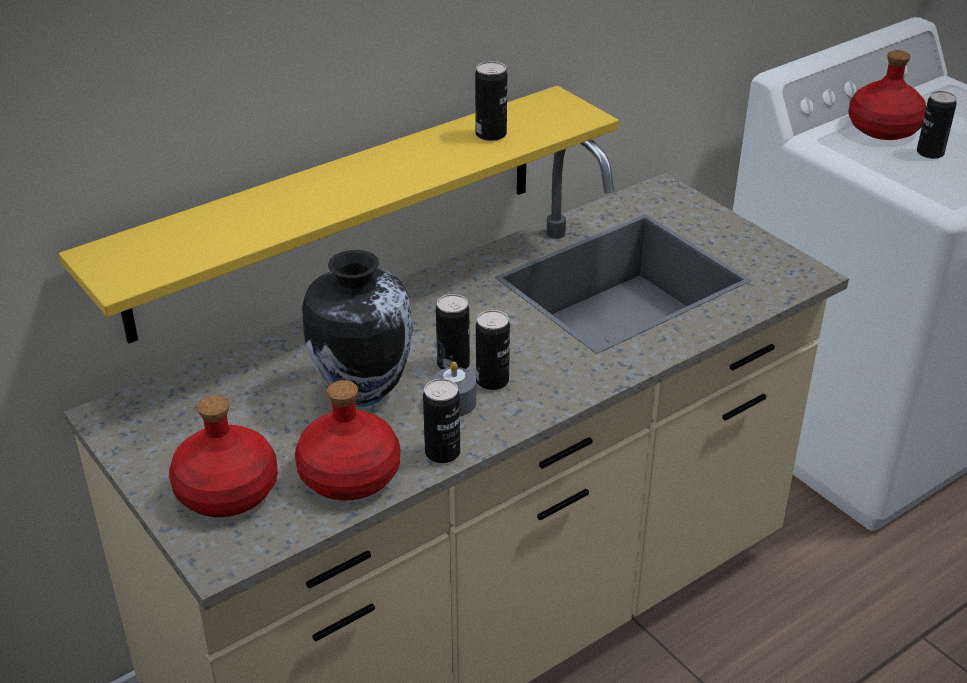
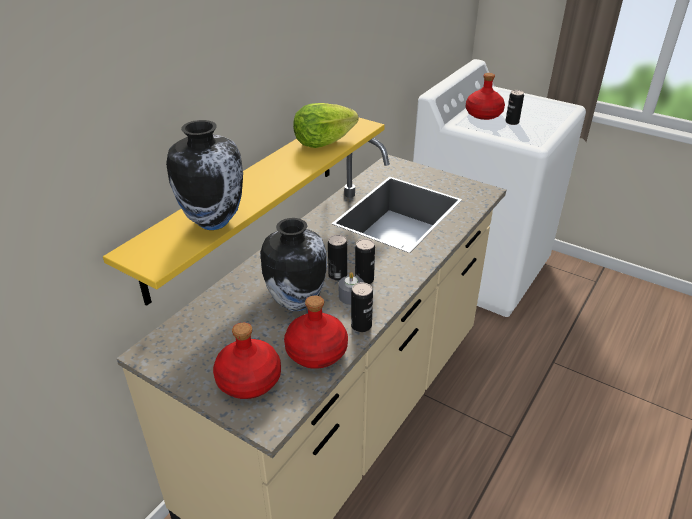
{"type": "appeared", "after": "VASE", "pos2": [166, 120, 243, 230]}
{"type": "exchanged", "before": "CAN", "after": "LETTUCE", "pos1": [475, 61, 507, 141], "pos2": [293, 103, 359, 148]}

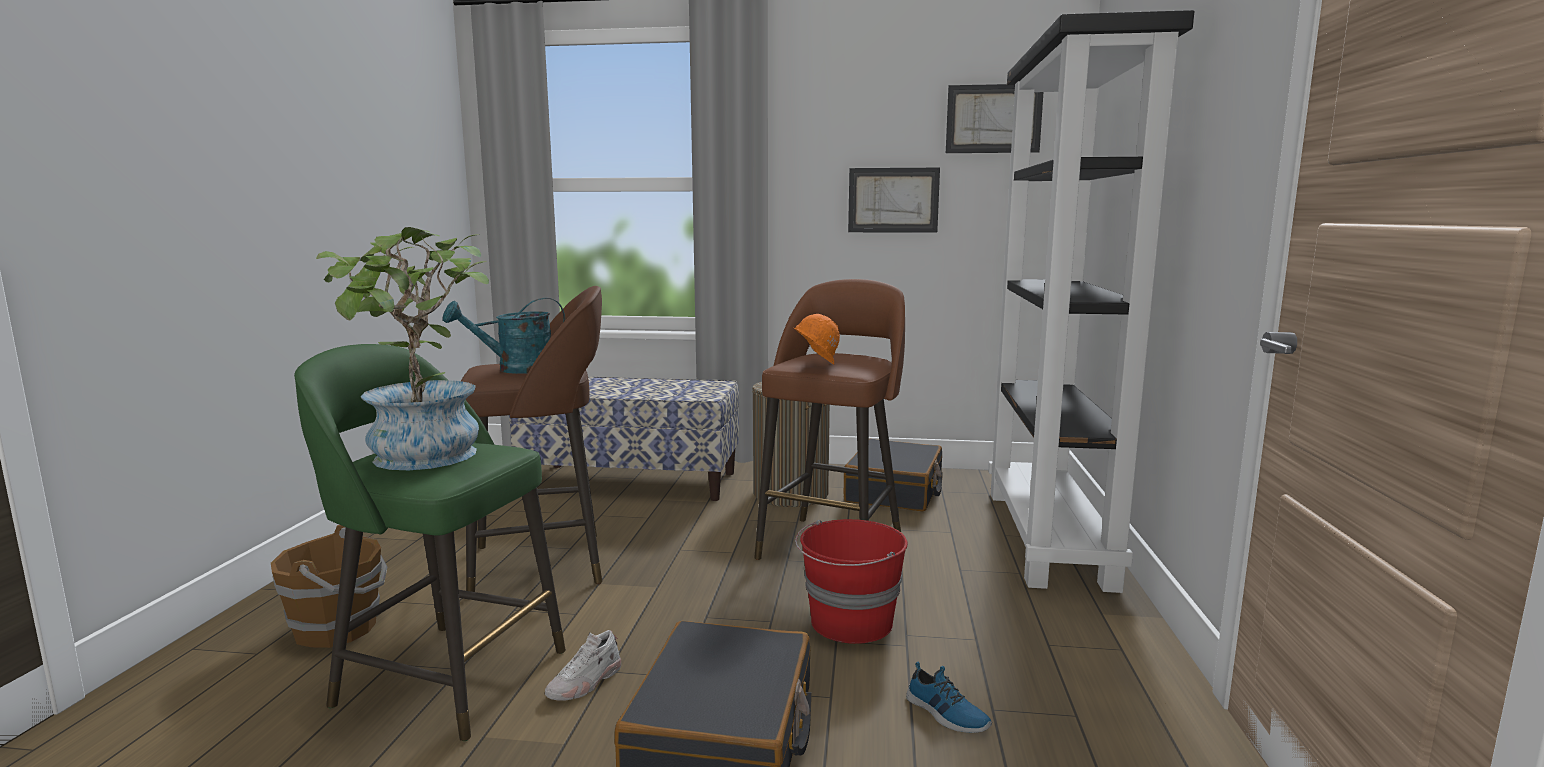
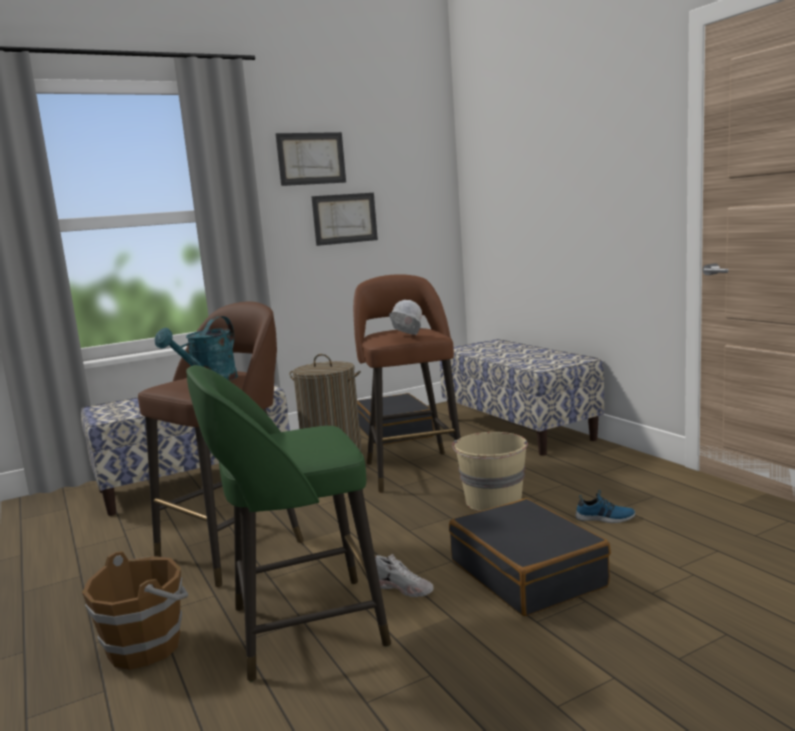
{"type": "relocated", "before": "WALL PICTURE", "pos1": [946, 84, 1043, 153], "pos2": [276, 132, 346, 186]}
{"type": "spun", "before": "WHITE ITEM OF FOOTWEAR", "pos1": [545, 630, 621, 701], "pos2": [375, 554, 434, 597], "turn": -60}
{"type": "colour", "before": "ORANGE HARD HAT", "after": "WHITE HARD HAT", "pos1": [794, 314, 840, 364], "pos2": [389, 300, 422, 335]}
{"type": "exchanged", "before": "BLACK-COLOURED SHELVING UNIT", "after": "INDOOR BENCH", "pos1": [988, 10, 1195, 593], "pos2": [440, 339, 604, 456]}
{"type": "colour", "before": "REDDISH PAIL", "after": "SAND-COLOURED PAIL", "pos1": [795, 519, 908, 644], "pos2": [452, 432, 528, 511]}
{"type": "missing", "before": "PLANT IN A POT", "pos1": [316, 227, 489, 470]}

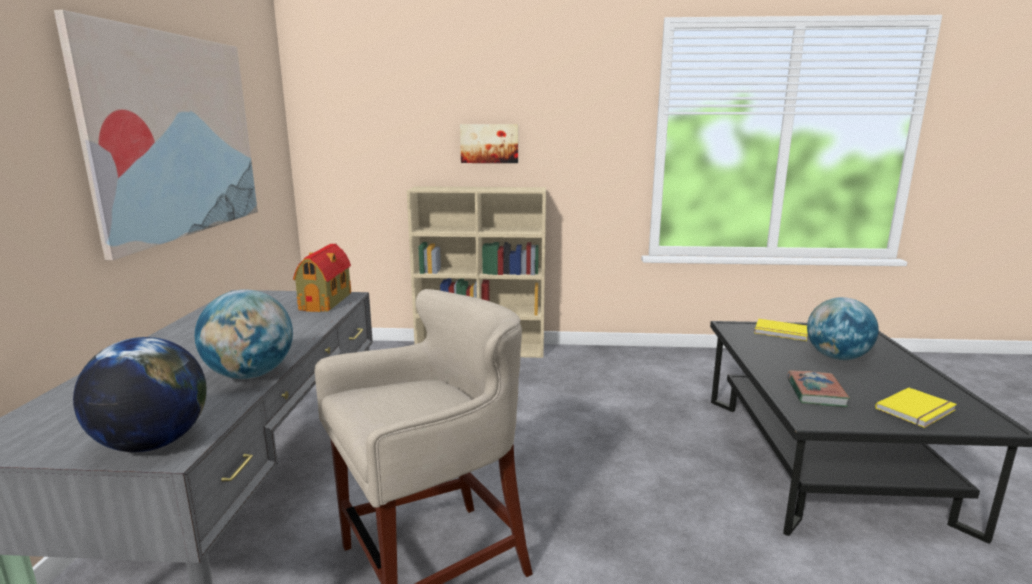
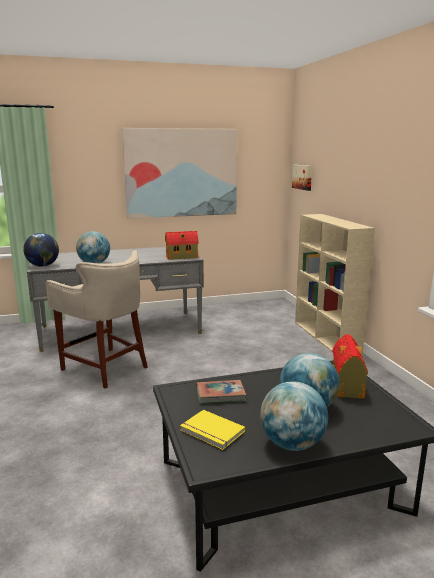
{"type": "appeared", "after": "WORLD GLOBE", "pos2": [260, 381, 328, 451]}
{"type": "relocated", "before": "WALL PICTURE", "pos1": [460, 124, 518, 163], "pos2": [292, 165, 312, 191]}
{"type": "exchanged", "before": "YELLOWISH BOUND BOOK", "after": "MINIATURE HOUSE", "pos1": [754, 319, 808, 341], "pos2": [332, 334, 368, 398]}

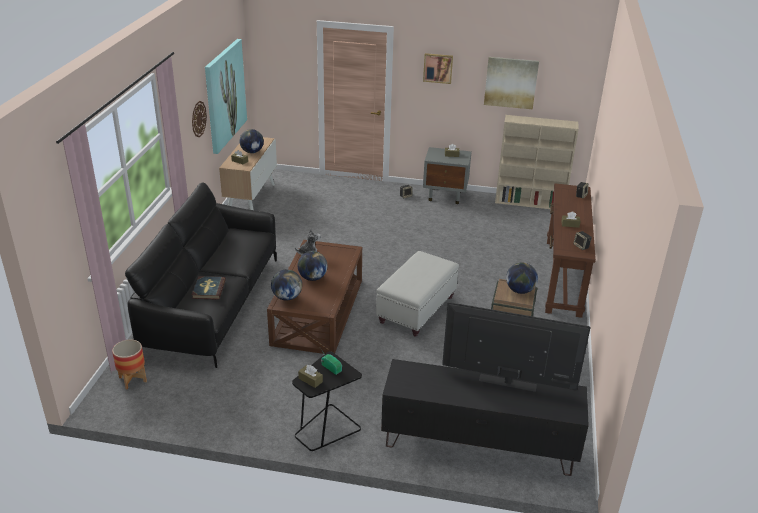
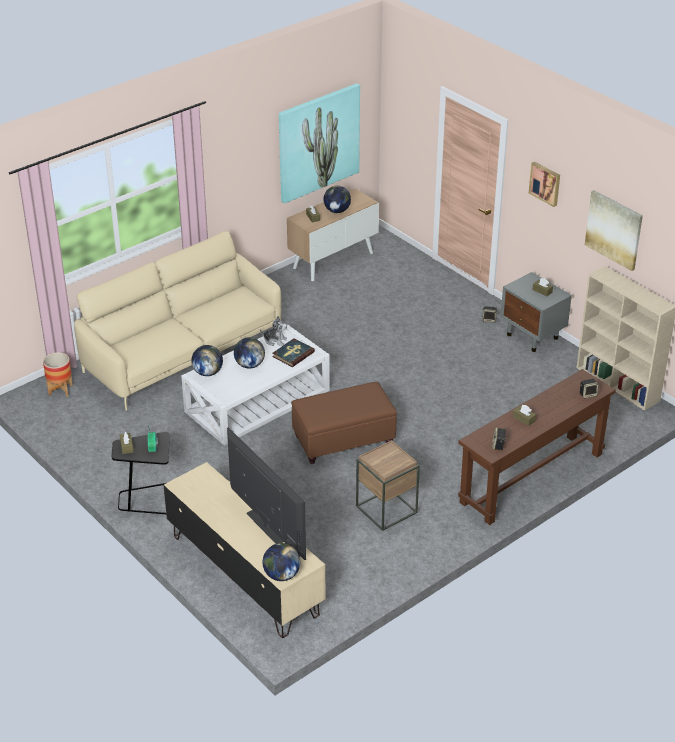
{"type": "colour", "before": "BLACK-COLOURED SOFA", "after": "SAND-COLOURED SOFA", "pos1": [125, 183, 277, 368], "pos2": [74, 231, 281, 411]}
{"type": "colour", "before": "BLACK-COLOURED TV UNIT", "after": "SAND-COLOURED TV UNIT", "pos1": [381, 359, 589, 476], "pos2": [164, 462, 325, 638]}
{"type": "colour", "before": "BROWNISH LOUNGE TABLE", "after": "WHITE LOUNGE TABLE", "pos1": [267, 240, 362, 354], "pos2": [181, 325, 330, 445]}
{"type": "relocated", "before": "WORLD GLOBE", "pos1": [506, 263, 538, 294], "pos2": [263, 543, 300, 581]}
{"type": "relocated", "before": "BOUND BOOK", "pos1": [192, 276, 226, 300], "pos2": [272, 338, 315, 367]}
{"type": "colour", "before": "WHITE OTTOMAN", "after": "BROWNISH OTTOMAN", "pos1": [376, 251, 459, 337], "pos2": [291, 382, 397, 464]}
{"type": "missing", "before": "WALL CLOCK", "pos1": [192, 101, 207, 137]}

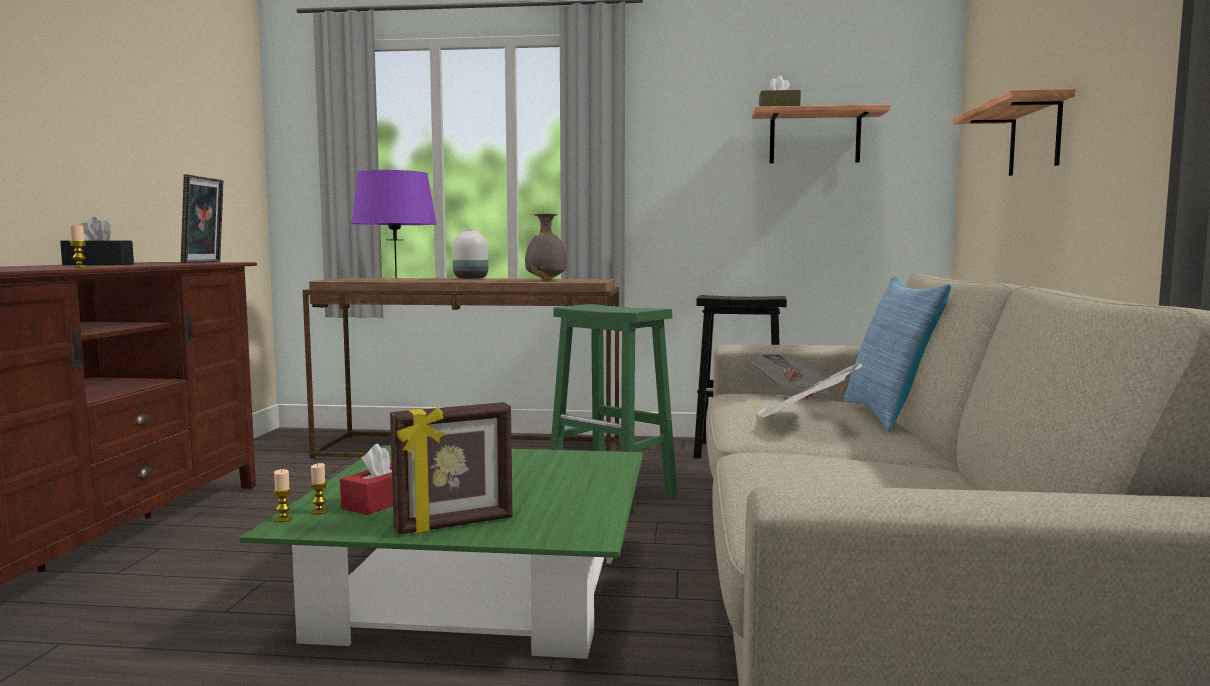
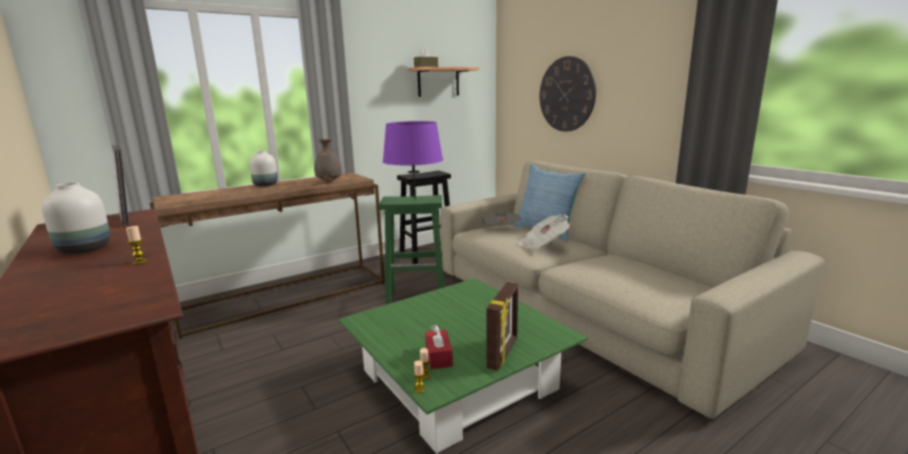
{"type": "exchanged", "before": "BLACK-COLOURED TISSUE HOLDER", "after": "WHITE VASE", "pos1": [60, 217, 134, 265], "pos2": [42, 182, 110, 254]}
{"type": "relocated", "before": "PURPLE TABLE LAMP", "pos1": [351, 170, 437, 279], "pos2": [383, 121, 443, 200]}
{"type": "exchanged", "before": "BRACKET SHELF", "after": "WALL CLOCK", "pos1": [953, 89, 1076, 176], "pos2": [540, 56, 596, 132]}

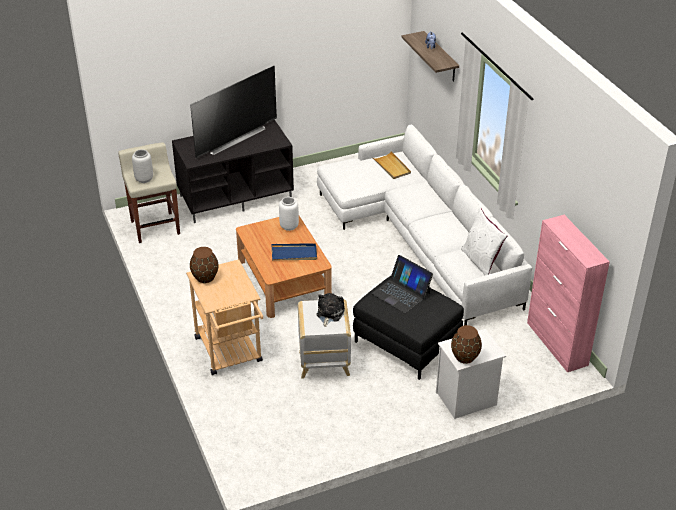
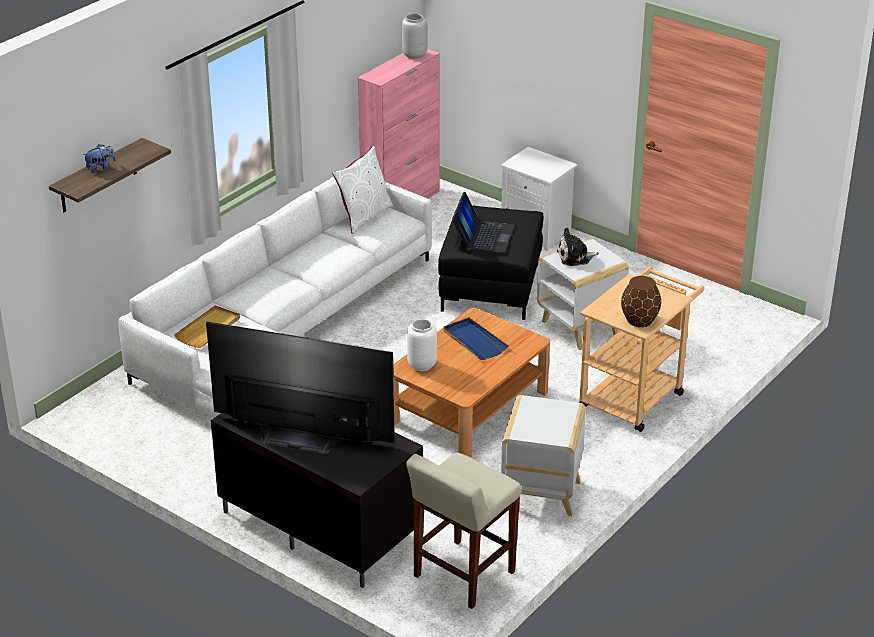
{"type": "relocated", "before": "GRAY VASE", "pos1": [132, 149, 153, 183], "pos2": [402, 13, 427, 59]}
{"type": "appeared", "after": "WHITE SIDE TABLE", "pos2": [501, 395, 586, 516]}
{"type": "missing", "before": "BROWNISH VASE", "pos1": [451, 325, 482, 364]}

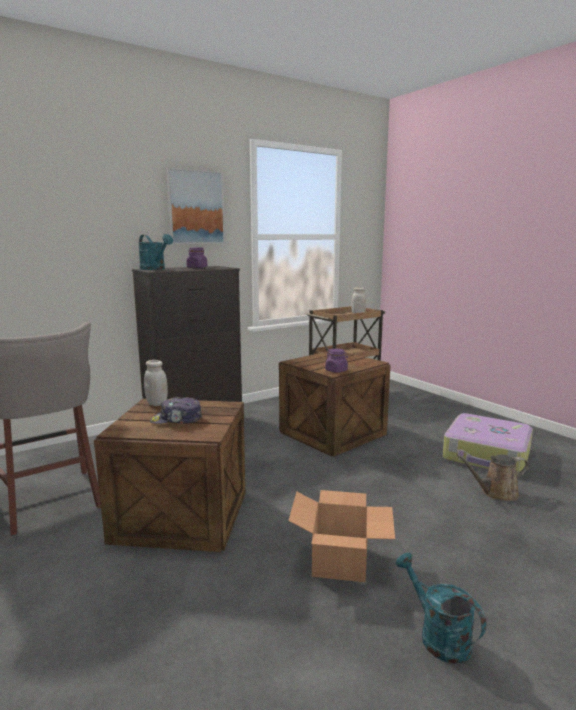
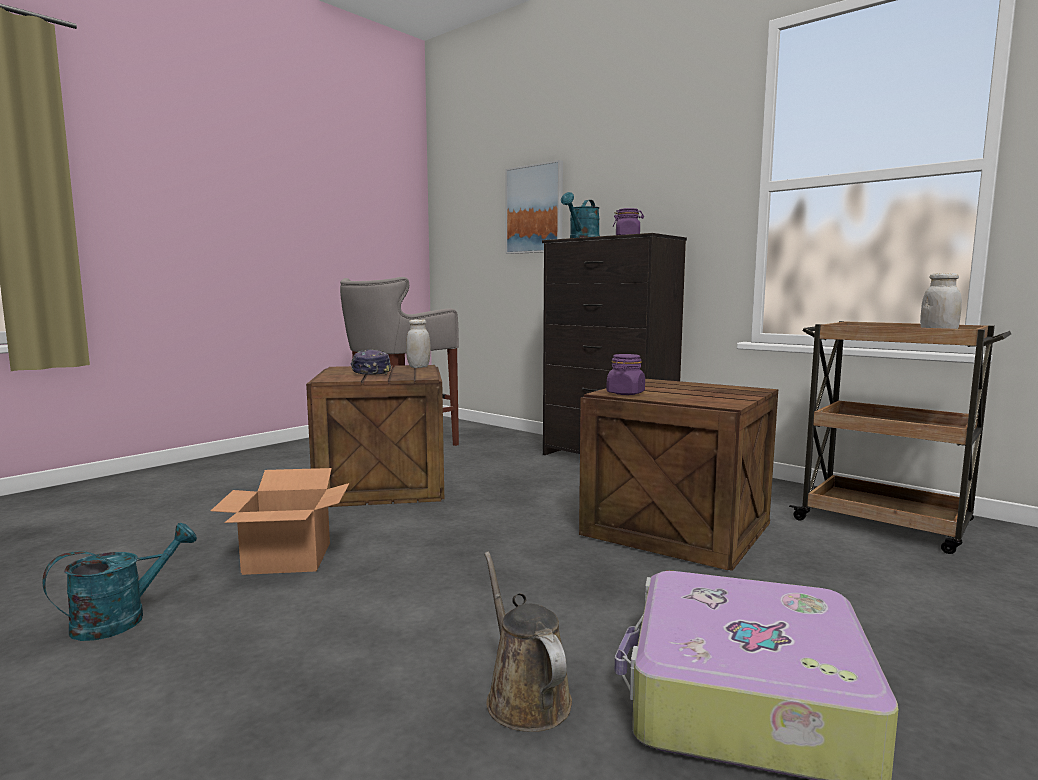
{"type": "relocated", "before": "WALL PICTURE", "pos1": [166, 168, 225, 244], "pos2": [505, 160, 563, 254]}

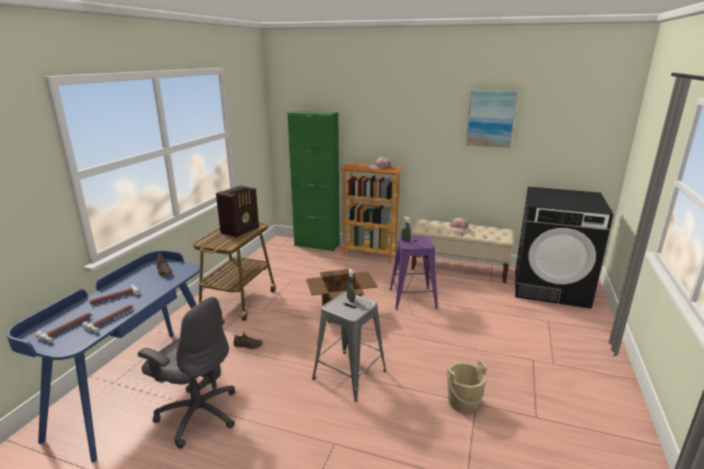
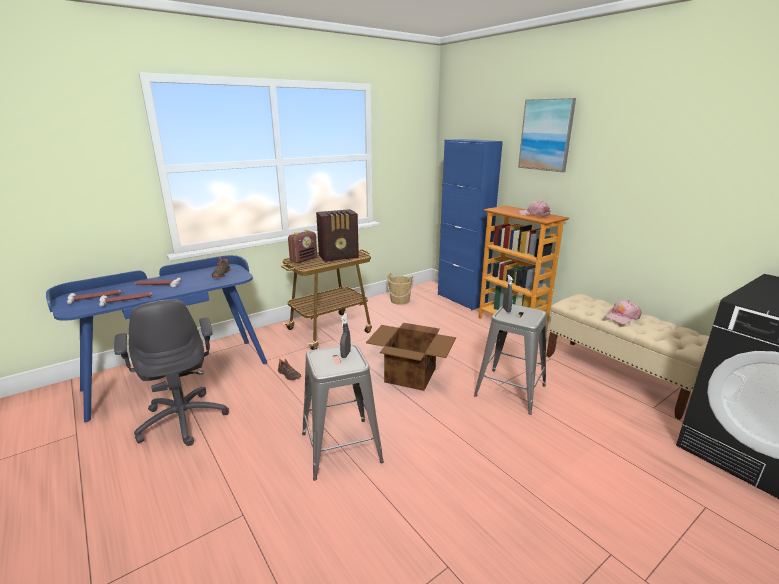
{"type": "appeared", "after": "RADIO RECEIVER", "pos2": [288, 230, 317, 263]}
{"type": "relocated", "before": "SAND-COLOURED PAIL", "pos1": [447, 360, 487, 413], "pos2": [387, 272, 413, 305]}
{"type": "colour", "before": "GREEN CUPBOARD", "after": "BLUISH CUPBOARD", "pos1": [288, 110, 340, 252], "pos2": [438, 139, 503, 310]}
{"type": "colour", "before": "PURPLE STOOL", "after": "GRAY STOOL", "pos1": [390, 236, 438, 310], "pos2": [474, 304, 547, 415]}
{"type": "relocated", "before": "WALL PICTURE", "pos1": [466, 90, 518, 148], "pos2": [518, 98, 576, 172]}

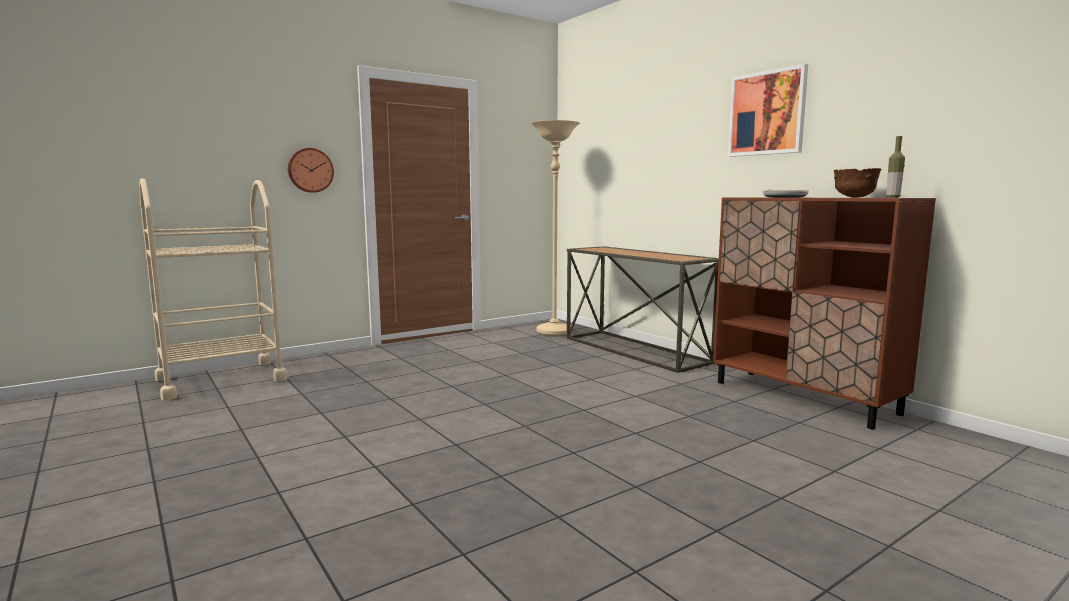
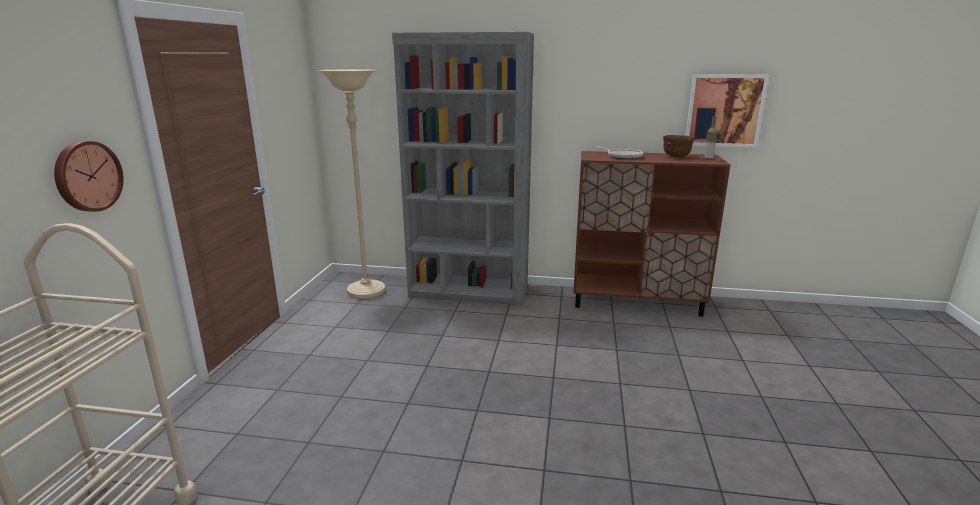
{"type": "exchanged", "before": "NARROW TABLE", "after": "GRAY SHELVING UNIT", "pos1": [567, 246, 719, 373], "pos2": [392, 32, 534, 306]}
{"type": "relocated", "before": "WALL PICTURE", "pos1": [728, 64, 808, 157], "pos2": [685, 74, 769, 147]}

